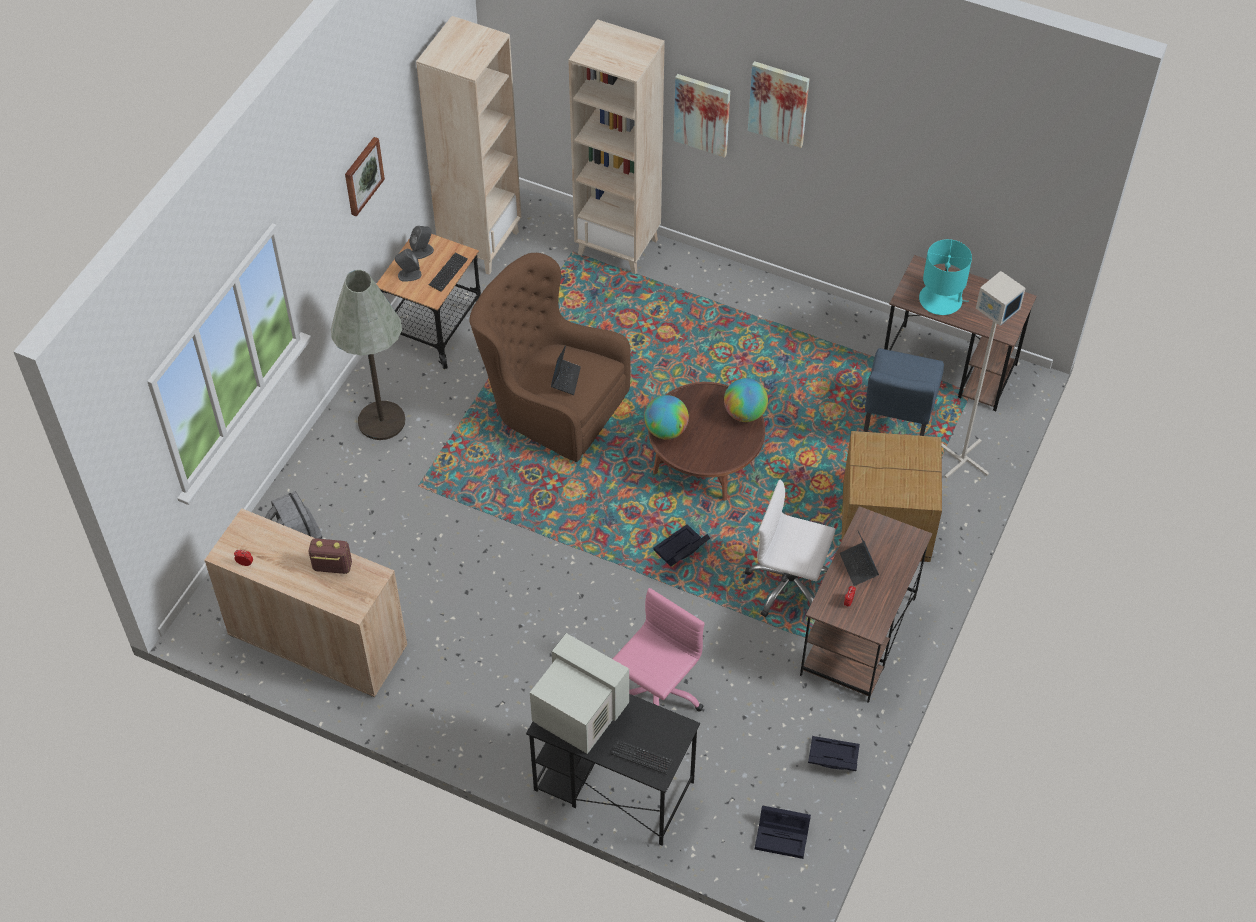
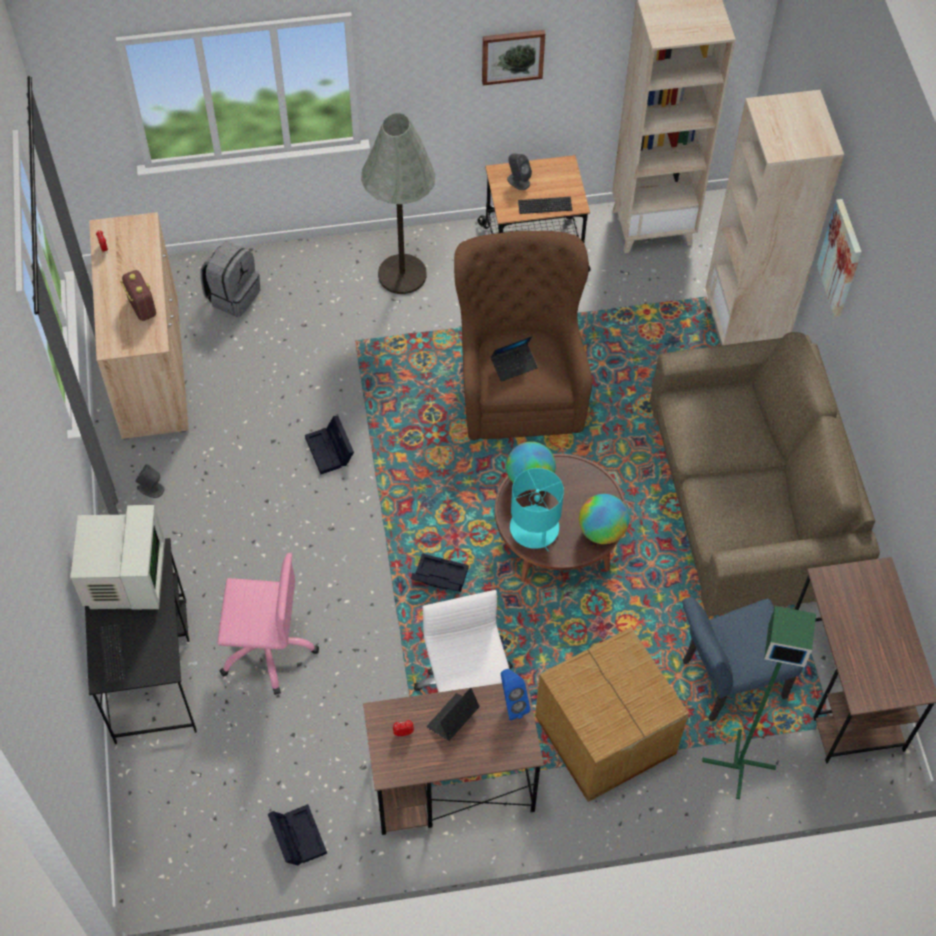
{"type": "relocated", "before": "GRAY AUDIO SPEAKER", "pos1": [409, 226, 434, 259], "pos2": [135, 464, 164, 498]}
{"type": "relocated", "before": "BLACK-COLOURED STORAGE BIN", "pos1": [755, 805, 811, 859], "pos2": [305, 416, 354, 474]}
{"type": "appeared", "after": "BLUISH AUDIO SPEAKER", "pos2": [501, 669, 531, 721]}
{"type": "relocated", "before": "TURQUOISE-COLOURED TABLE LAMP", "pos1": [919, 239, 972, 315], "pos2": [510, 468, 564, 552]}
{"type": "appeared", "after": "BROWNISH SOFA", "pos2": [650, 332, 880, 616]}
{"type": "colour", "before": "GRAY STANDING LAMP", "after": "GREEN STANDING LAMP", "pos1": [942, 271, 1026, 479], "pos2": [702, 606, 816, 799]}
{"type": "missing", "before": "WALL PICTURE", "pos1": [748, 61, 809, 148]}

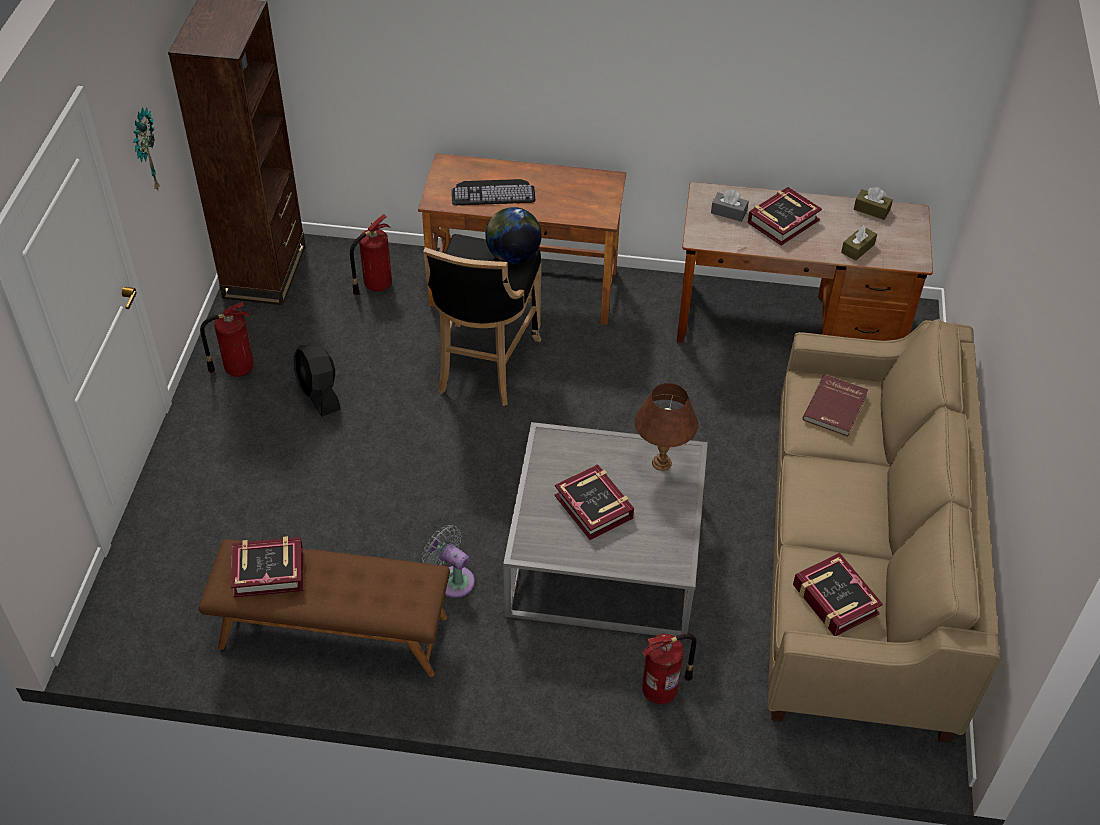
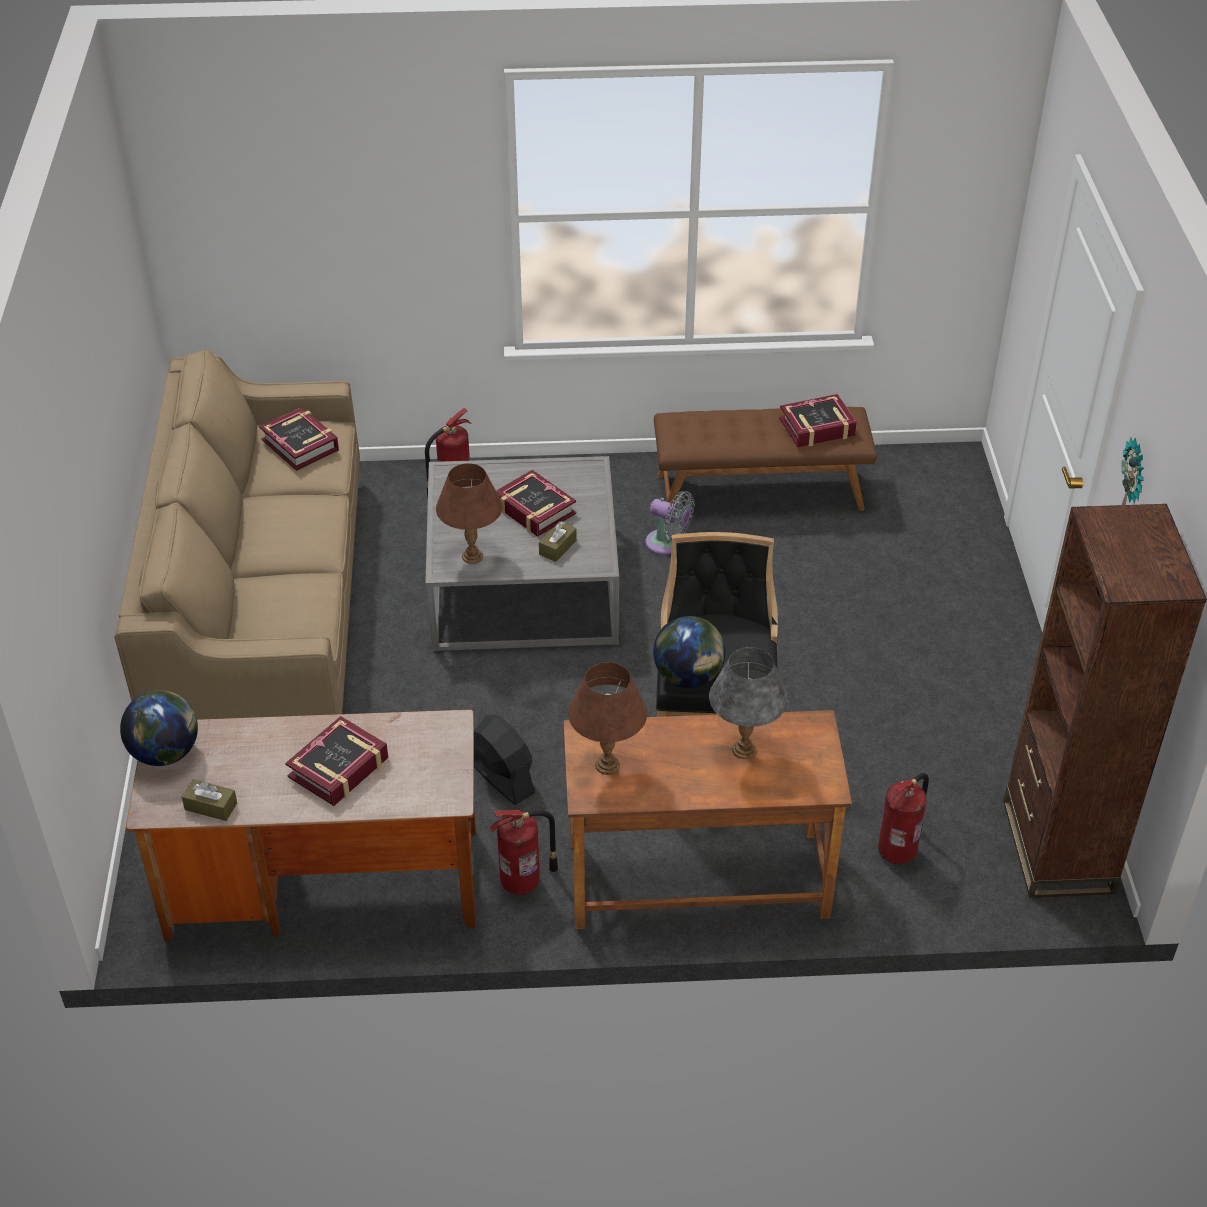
{"type": "appeared", "after": "WORLD GLOBE", "pos2": [120, 690, 198, 766]}
{"type": "relocated", "before": "BLACK-COLOURED COOLING FAN", "pos1": [293, 345, 341, 417], "pos2": [474, 714, 536, 805]}
{"type": "relocated", "before": "FIRE EXTINGUISHER", "pos1": [200, 302, 254, 377], "pos2": [490, 810, 558, 895]}
{"type": "relocated", "before": "BROWNISH TISSUE HOLDER", "pos1": [841, 225, 877, 261], "pos2": [539, 521, 577, 562]}
{"type": "appeared", "after": "BROWNISH TABLE LAMP", "pos2": [568, 662, 647, 775]}
{"type": "exchanged", "before": "COMPUTER KEYBOARD", "after": "GRAY TABLE LAMP", "pos1": [451, 179, 536, 205], "pos2": [709, 647, 788, 759]}
{"type": "missing", "before": "GRAY TISSUE HOLDER", "pos1": [711, 190, 749, 222]}
{"type": "missing", "before": "REDDISH BOUND BOOK", "pos1": [803, 374, 868, 436]}

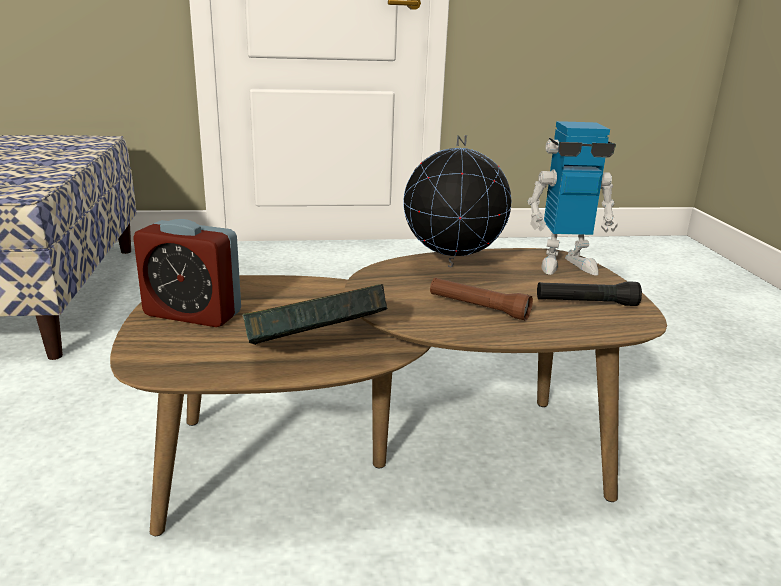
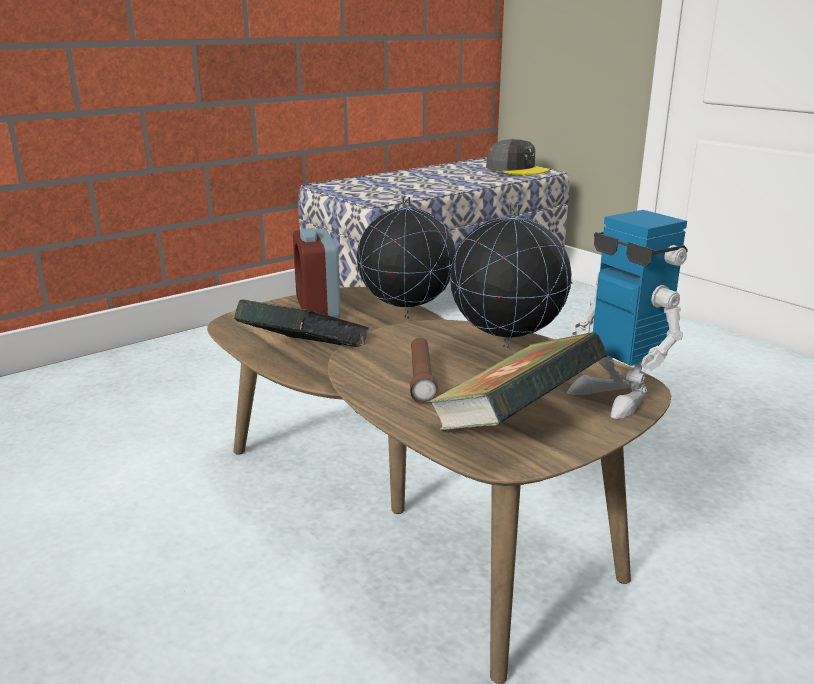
{"type": "appeared", "after": "WORLD GLOBE", "pos2": [357, 196, 456, 319]}
{"type": "exchanged", "before": "BLACK-COLOURED TORCH", "after": "BOUND BOOK", "pos1": [537, 281, 642, 306], "pos2": [427, 332, 607, 431]}
{"type": "appeared", "after": "GRAY PEAKED CAP", "pos2": [486, 139, 549, 175]}

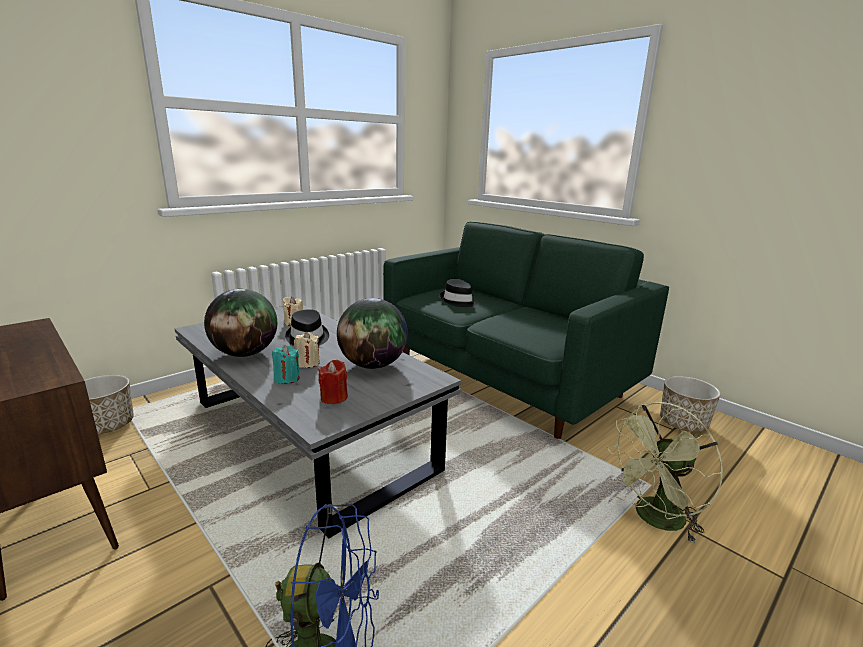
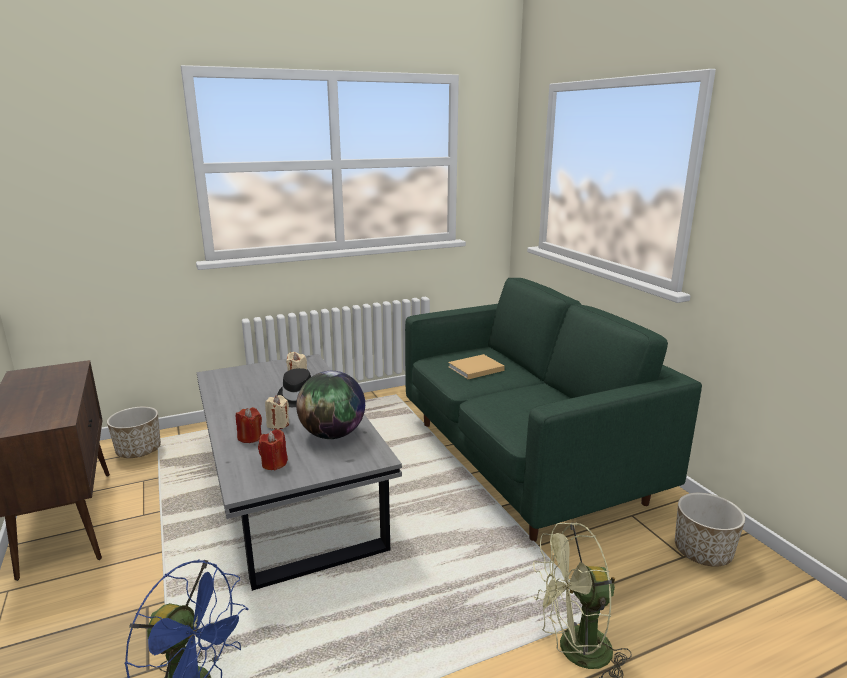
{"type": "colour", "before": "TURQUOISE-COLOURED WAX LIGHT", "after": "REDDISH WAX LIGHT", "pos1": [272, 345, 300, 384], "pos2": [236, 407, 262, 443]}
{"type": "exchanged", "before": "BLACK-COLOURED WEARABLE HAT", "after": "SAND-COLOURED BOUND BOOK", "pos1": [440, 279, 477, 307], "pos2": [448, 354, 505, 379]}
{"type": "missing", "before": "WORLD GLOBE", "pos1": [204, 289, 277, 357]}

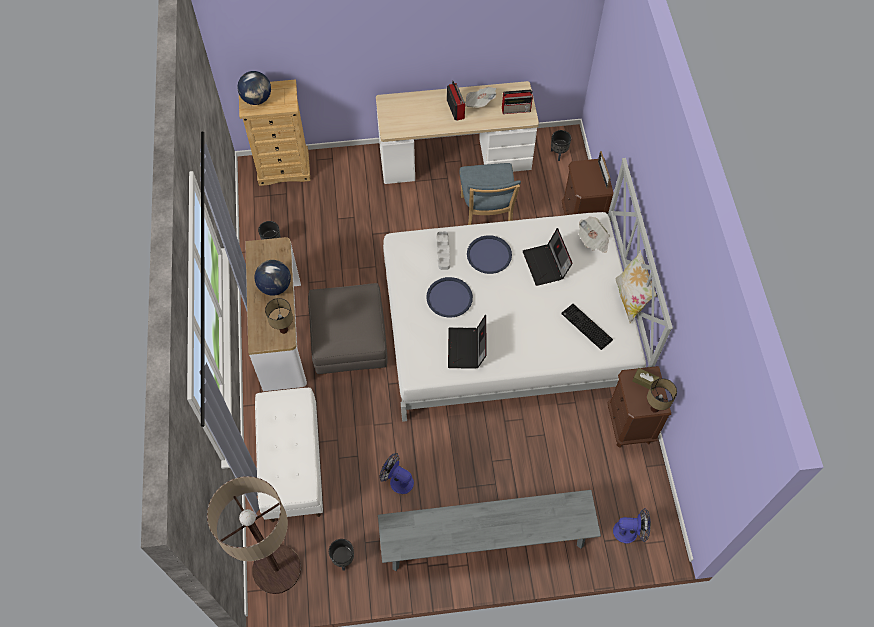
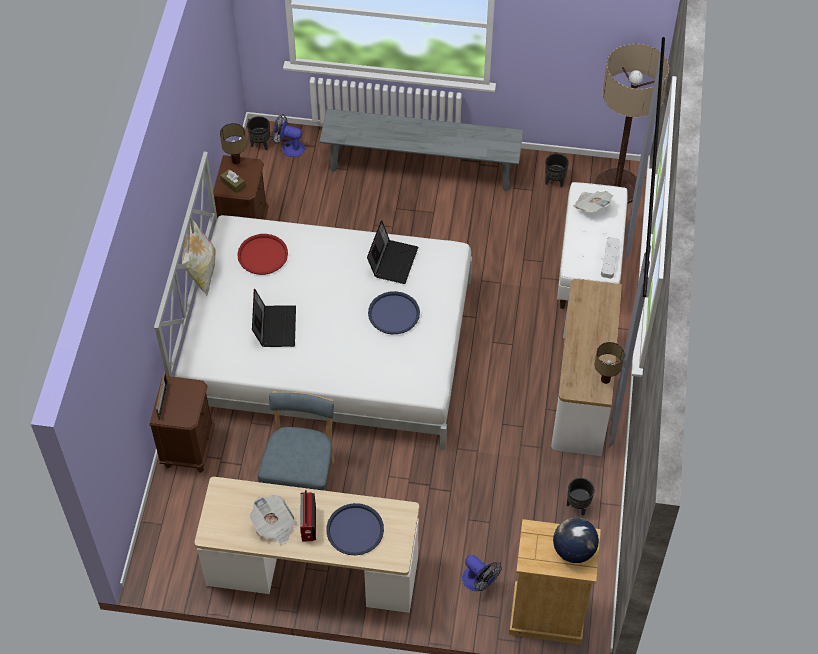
{"type": "exchanged", "before": "COMPUTER KEYBOARD", "after": "REDDISH SERVING TRAY", "pos1": [561, 304, 613, 350], "pos2": [237, 234, 288, 275]}
{"type": "relocated", "before": "BLACK-COLOURED FLOWER POT", "pos1": [551, 130, 571, 161], "pos2": [247, 116, 270, 150]}
{"type": "relocated", "before": "BLUISH SERVING TRAY", "pos1": [467, 235, 512, 274], "pos2": [326, 503, 384, 555]}
{"type": "relocated", "before": "COOLING FAN", "pos1": [379, 453, 414, 494], "pos2": [462, 555, 501, 591]}
{"type": "relocated", "before": "NEWSPAPER", "pos1": [579, 217, 610, 253], "pos2": [573, 191, 613, 213]}
{"type": "relocated", "before": "TABLE LAMP", "pos1": [265, 298, 293, 334], "pos2": [595, 342, 625, 384]}
{"type": "relocated", "before": "GRAY SERVING TRAY", "pos1": [437, 231, 450, 270], "pos2": [601, 237, 620, 278]}
{"type": "missing", "before": "WORLD GLOBE", "pos1": [254, 260, 291, 296]}
{"type": "missing", "before": "GRAY OTTOMAN", "pos1": [308, 283, 387, 374]}
{"type": "missing", "before": "RADIO RECEIVER", "pos1": [502, 89, 533, 114]}

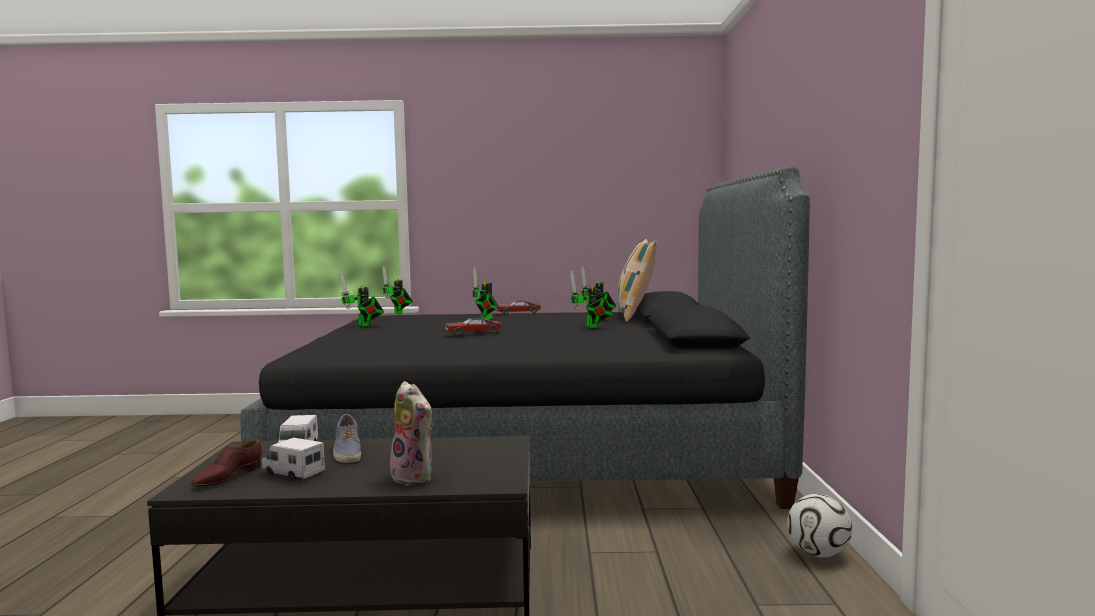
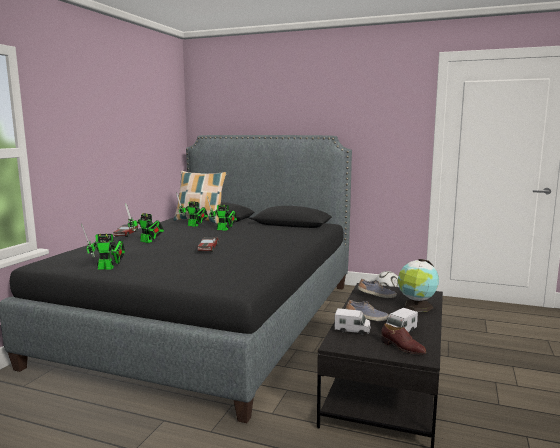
{"type": "appeared", "after": "ITEM OF FOOTWEAR", "pos2": [358, 278, 397, 298]}
{"type": "exchanged", "before": "SOFT TOY", "after": "WORLD GLOBE", "pos1": [390, 381, 432, 486], "pos2": [398, 259, 439, 312]}
{"type": "missing", "before": "TOY ROBOT", "pos1": [382, 265, 413, 314]}

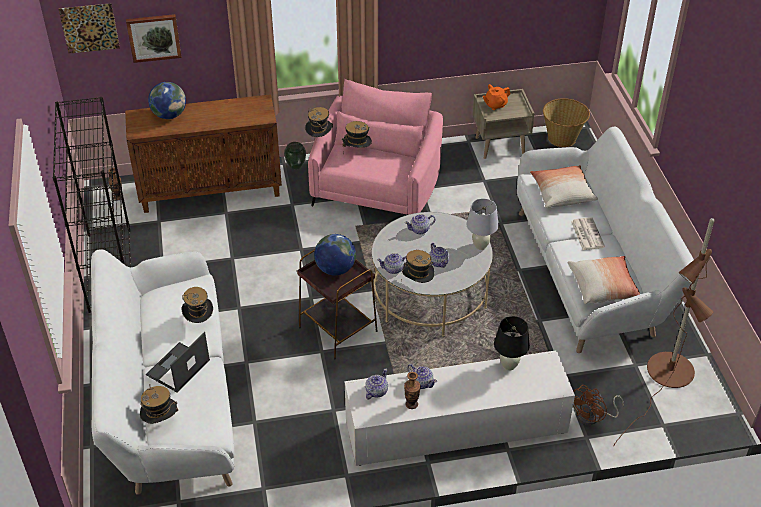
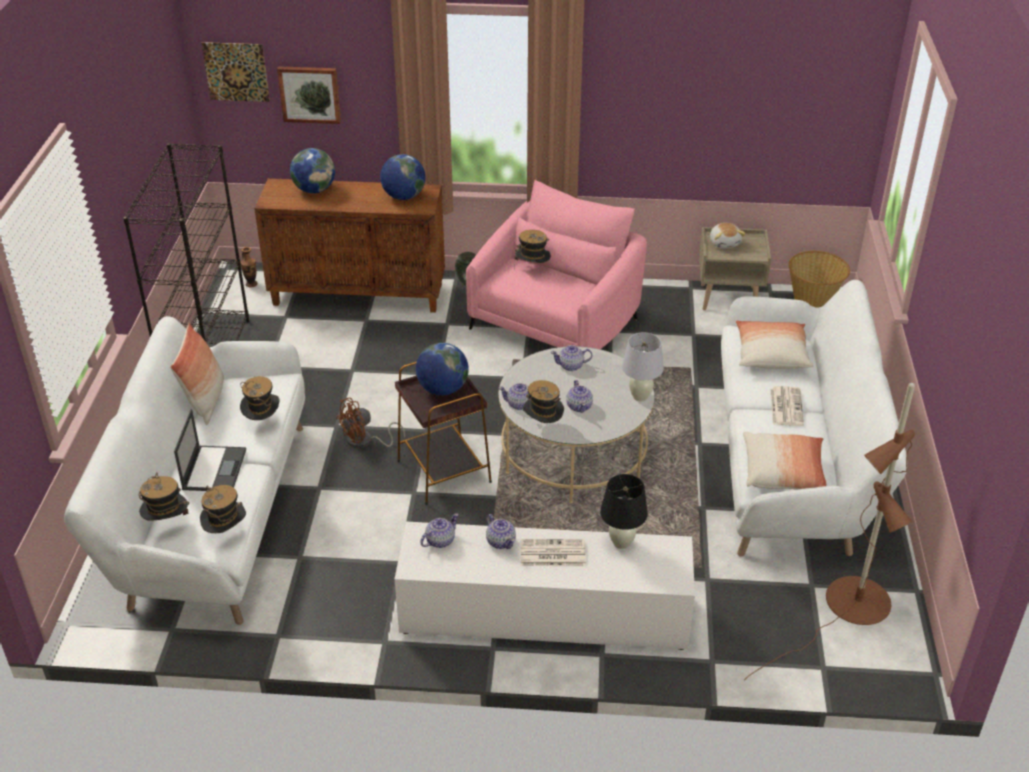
{"type": "appeared", "after": "THROW PILLOW", "pos2": [170, 323, 224, 425]}
{"type": "spun", "before": "LAPTOP", "pos1": [146, 332, 210, 393], "pos2": [174, 409, 246, 491], "turn": 135}
{"type": "relocated", "before": "WEARABLE HAT", "pos1": [305, 107, 333, 137], "pos2": [200, 485, 246, 533]}
{"type": "relocated", "before": "BROWNISH COOLING FAN", "pos1": [573, 385, 624, 425], "pos2": [336, 397, 405, 449]}
{"type": "appeared", "after": "WORLD GLOBE", "pos2": [380, 154, 426, 200]}
{"type": "appeared", "after": "NEWSPAPER", "pos2": [521, 539, 586, 566]}
{"type": "exchanged", "before": "ORANGE TEAPOT", "after": "SOFT TOY", "pos1": [483, 84, 510, 110], "pos2": [710, 223, 745, 248]}
{"type": "missing", "before": "VASE", "pos1": [404, 372, 421, 409]}

